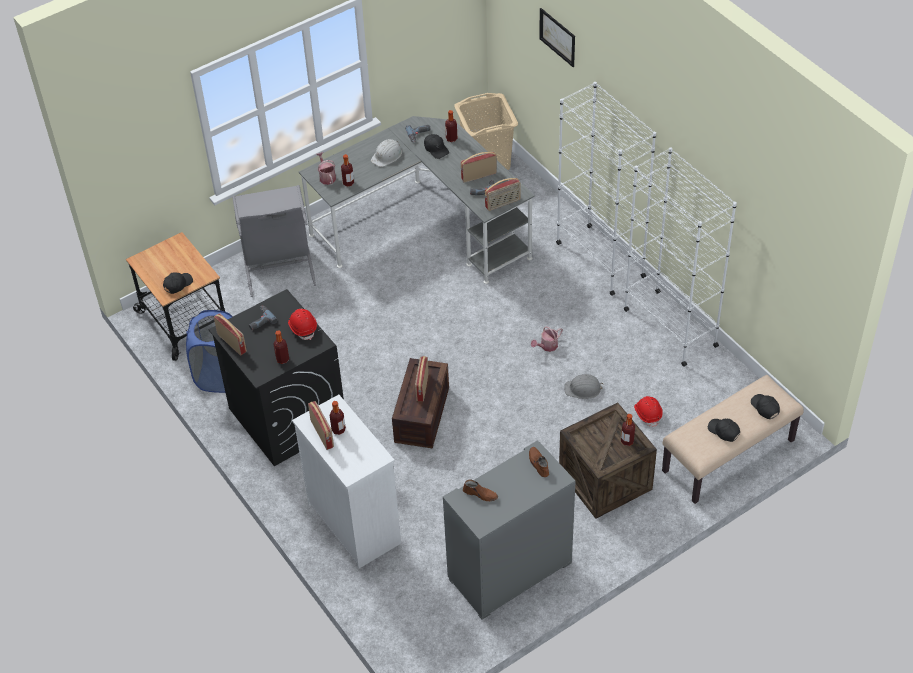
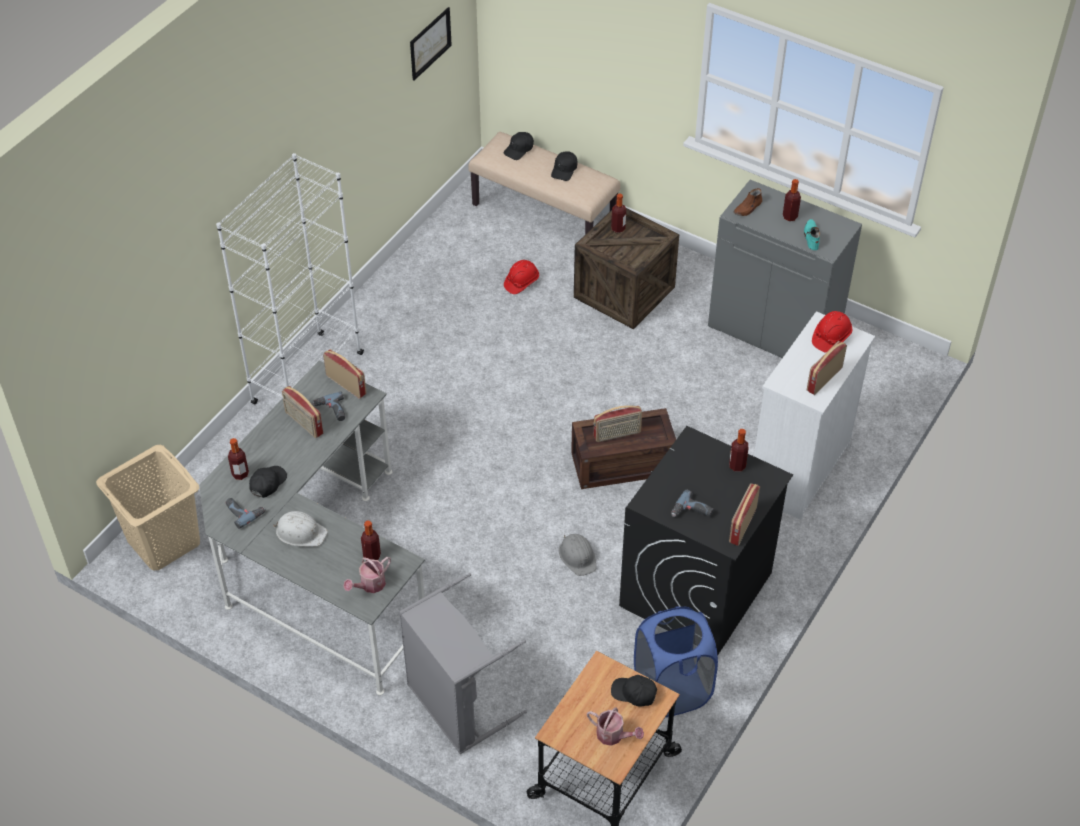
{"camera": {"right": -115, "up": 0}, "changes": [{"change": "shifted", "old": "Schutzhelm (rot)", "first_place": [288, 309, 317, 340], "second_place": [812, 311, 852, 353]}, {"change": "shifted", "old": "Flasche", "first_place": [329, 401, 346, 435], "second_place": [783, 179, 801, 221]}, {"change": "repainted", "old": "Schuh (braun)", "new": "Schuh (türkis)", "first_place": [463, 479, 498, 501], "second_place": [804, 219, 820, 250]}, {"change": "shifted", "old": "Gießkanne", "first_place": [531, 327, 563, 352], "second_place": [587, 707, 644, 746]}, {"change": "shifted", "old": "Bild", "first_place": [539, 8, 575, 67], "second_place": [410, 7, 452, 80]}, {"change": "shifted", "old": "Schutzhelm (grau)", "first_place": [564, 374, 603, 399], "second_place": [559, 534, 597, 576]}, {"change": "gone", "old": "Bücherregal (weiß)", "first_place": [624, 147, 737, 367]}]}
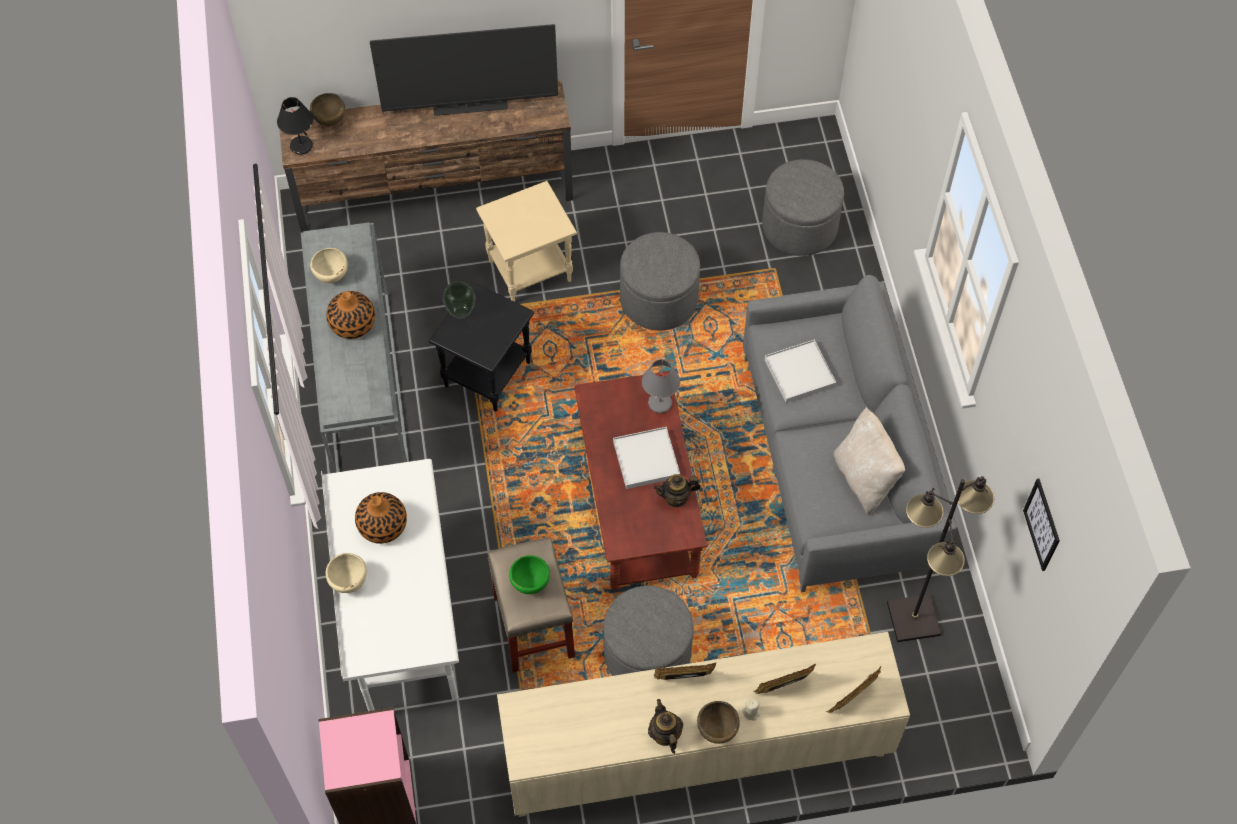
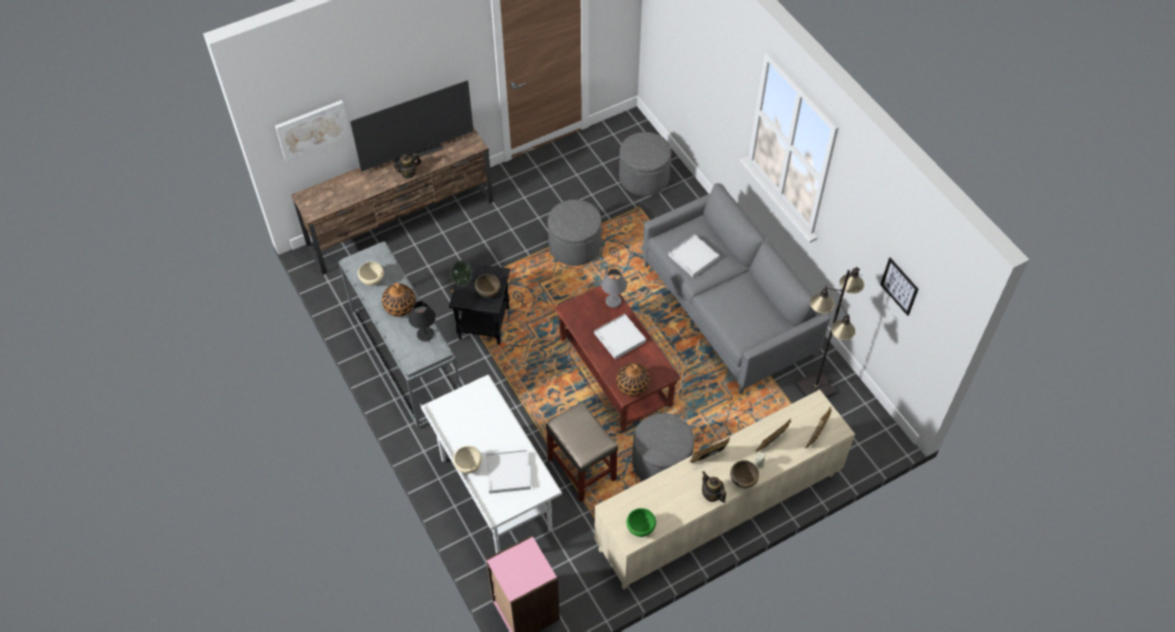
{"camera": {"right": -20, "up": -5}, "changes": [{"change": "shifted", "old": "Tischlampe (schwarz)", "first_place": [277, 97, 313, 155], "second_place": [408, 301, 436, 342]}, {"change": "shifted", "old": "Schüssel (braun)", "first_place": [310, 93, 345, 126], "second_place": [475, 274, 500, 298]}, {"change": "shifted", "old": "Vase", "first_place": [355, 492, 407, 544], "second_place": [616, 363, 650, 397]}, {"change": "gone", "old": "Beistelltisch (beige)", "first_place": [476, 181, 577, 302]}, {"change": "shifted", "old": "Schüssel (grün)", "first_place": [509, 555, 550, 594], "second_place": [627, 508, 656, 537]}, {"change": "shifted", "old": "Teekanne", "first_place": [654, 474, 701, 508], "second_place": [393, 153, 421, 179]}, {"change": "gone", "old": "Kissen (beige)", "first_place": [833, 407, 905, 515]}, {"change": "new", "new": "Bild", "second_place": [275, 100, 350, 161]}, {"change": "new", "new": "Tablett (weiß)", "second_place": [486, 450, 531, 494]}]}
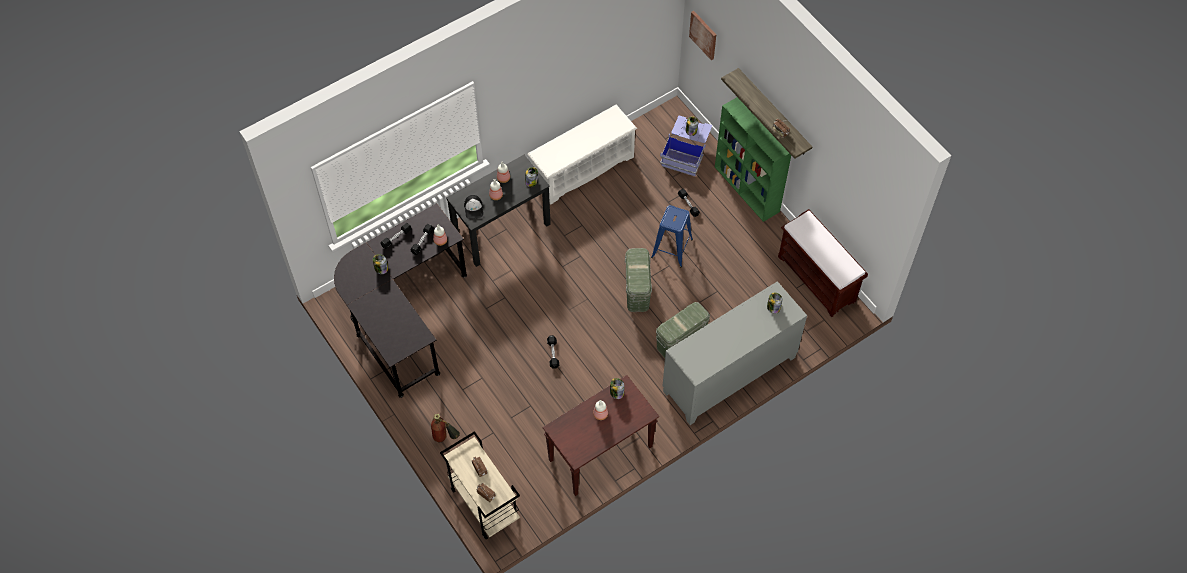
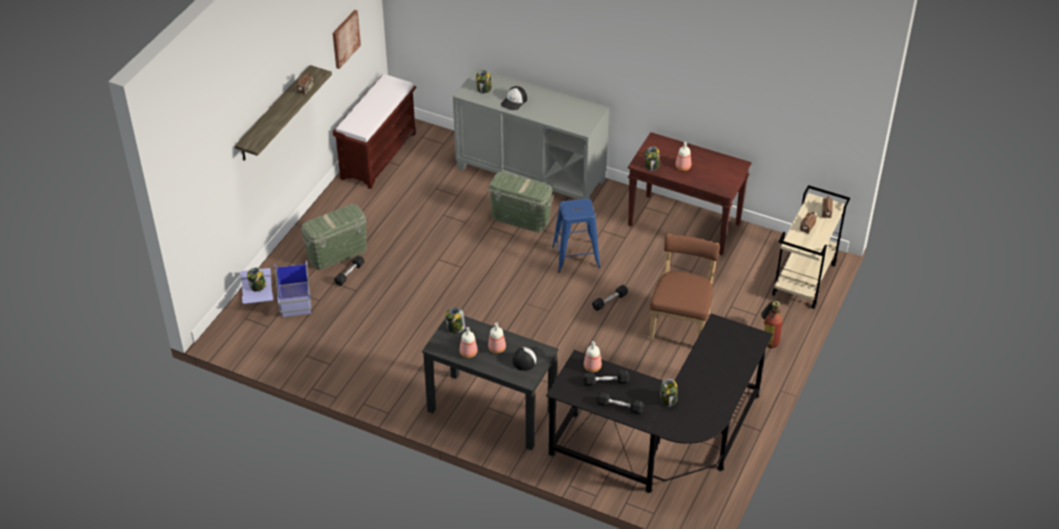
{"camera": {"right": -120, "up": -15}, "changes": [{"change": "gone", "old": "Schuhregal (weiß)", "first_place": [527, 105, 637, 205]}, {"change": "shifted", "old": "Aufbewahrungsbox (grün)", "first_place": [625, 248, 652, 312], "second_place": [301, 204, 367, 270]}, {"change": "shifted", "old": "Hocker (blau)", "first_place": [651, 205, 693, 267], "second_place": [552, 198, 600, 273]}, {"change": "shifted", "old": "Bild", "first_place": [689, 11, 716, 60], "second_place": [333, 10, 361, 69]}, {"change": "gone", "old": "Bücherregal (grün)", "first_place": [715, 97, 791, 222]}, {"change": "new", "new": "Kappe", "second_place": [501, 86, 527, 110]}, {"change": "new", "new": "Stuhl (braun)", "second_place": [650, 234, 720, 341]}]}
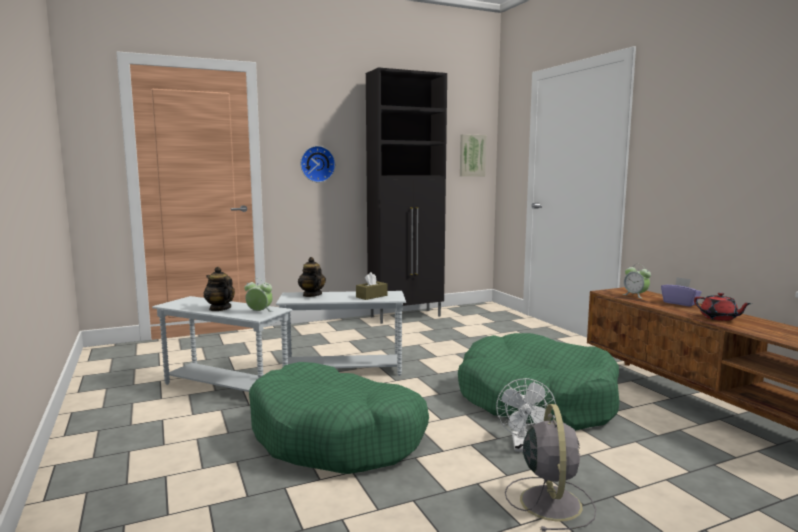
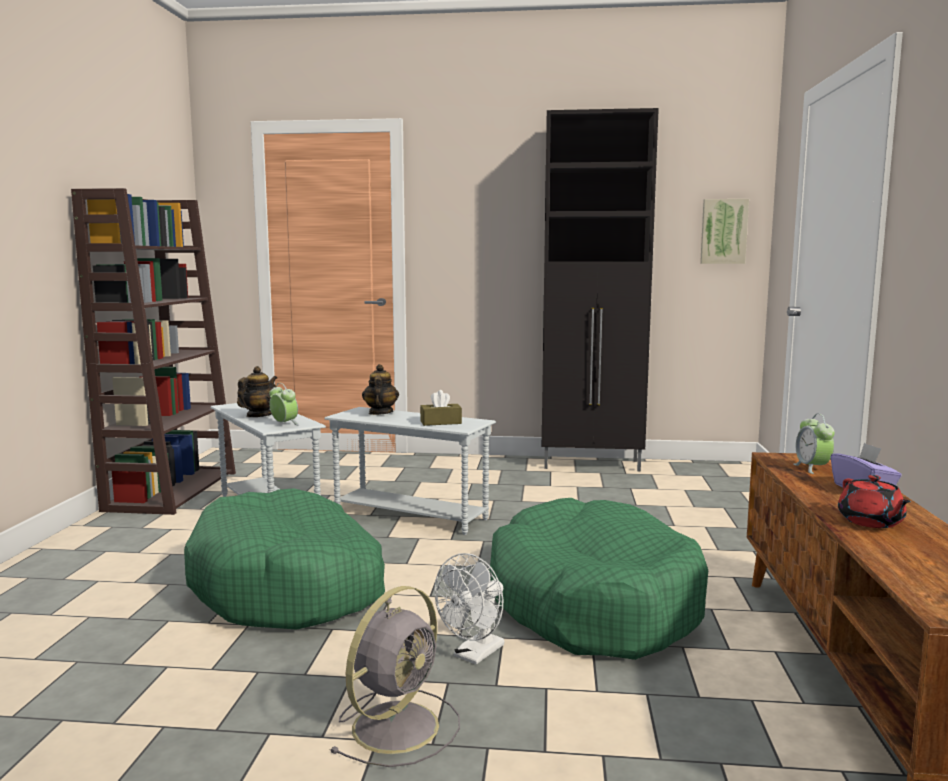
{"camera": {"right": 30, "up": 0}, "changes": [{"change": "rotated", "old": "Teekanne", "first_place": [204, 267, 235, 311], "second_place": [237, 366, 277, 417], "degrees": 45}, {"change": "gone", "old": "Wanduhr", "first_place": [300, 146, 335, 182]}, {"change": "new", "new": "Bücherregal (braun)", "second_place": [71, 188, 236, 515]}]}
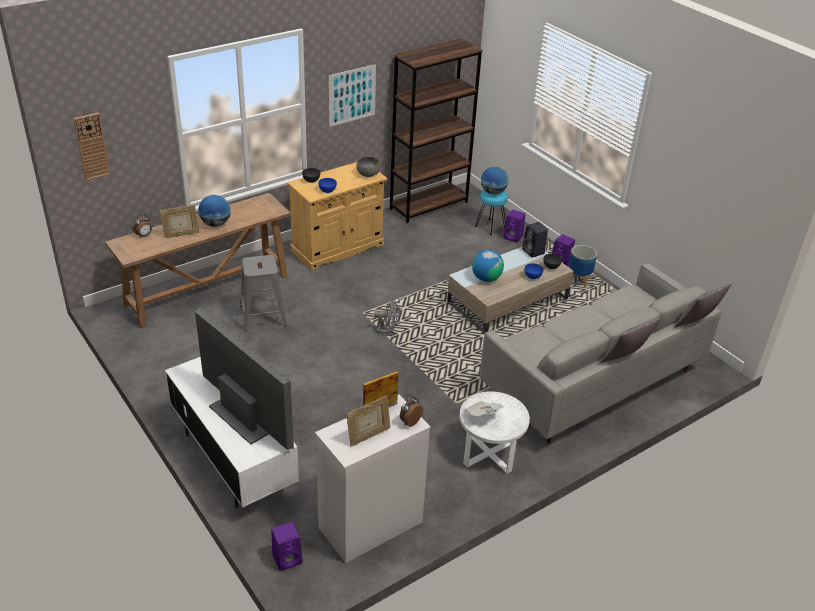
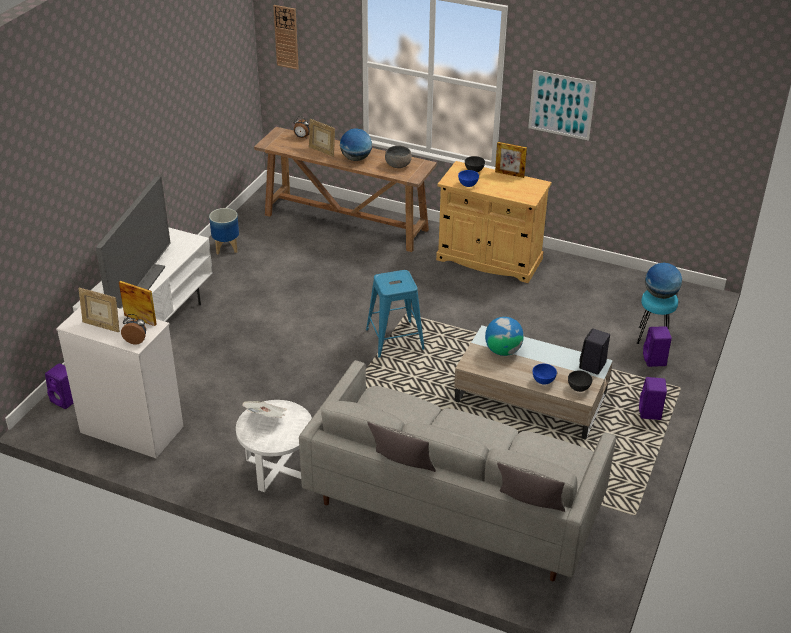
{"camera": {"right": 60, "up": 0}, "changes": [{"change": "gone", "old": "Hocker (grau)", "first_place": [240, 255, 287, 332]}, {"change": "shifted", "old": "Schüssel (grau)", "first_place": [356, 156, 380, 177], "second_place": [385, 145, 412, 168]}, {"change": "swapped", "old": "Ventilator (grau)", "new": "Hocker (blau)", "first_place": [374, 301, 400, 335], "second_place": [366, 270, 425, 358]}, {"change": "gone", "old": "Bücherregal (braun)", "first_place": [390, 38, 483, 223]}, {"change": "shifted", "old": "Pflanzkübel", "first_place": [568, 245, 597, 287], "second_place": [209, 208, 239, 254]}, {"change": "new", "new": "Bilderrahmen", "second_place": [495, 142, 527, 178]}]}
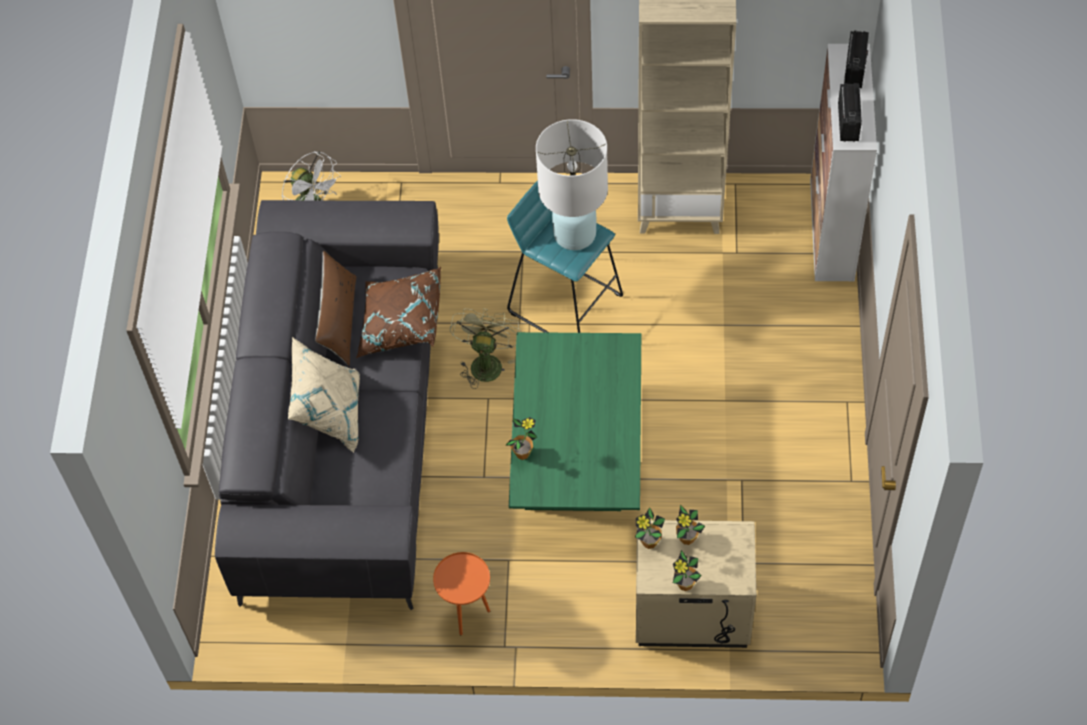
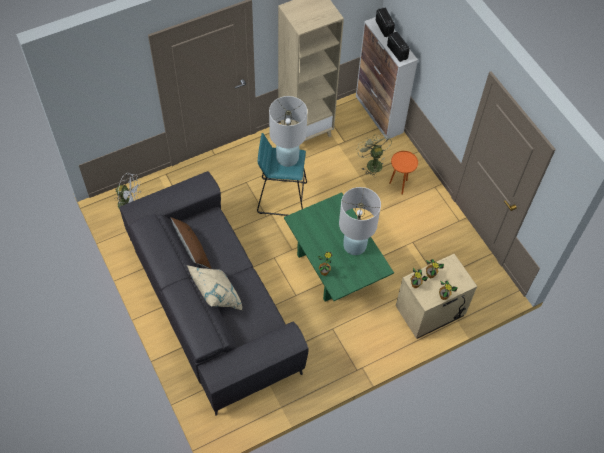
{"camera": {"right": -35, "up": 0}, "changes": [{"change": "gone", "old": "Kissen (braun)", "first_place": [356, 266, 441, 358]}, {"change": "shifted", "old": "Beistelltisch (orange)", "first_place": [433, 552, 490, 635], "second_place": [389, 151, 418, 195]}, {"change": "shifted", "old": "Ventilator (grün)", "first_place": [450, 308, 521, 389], "second_place": [357, 133, 392, 177]}, {"change": "new", "new": "Tischlampe (weiß)", "second_place": [339, 187, 381, 255]}]}
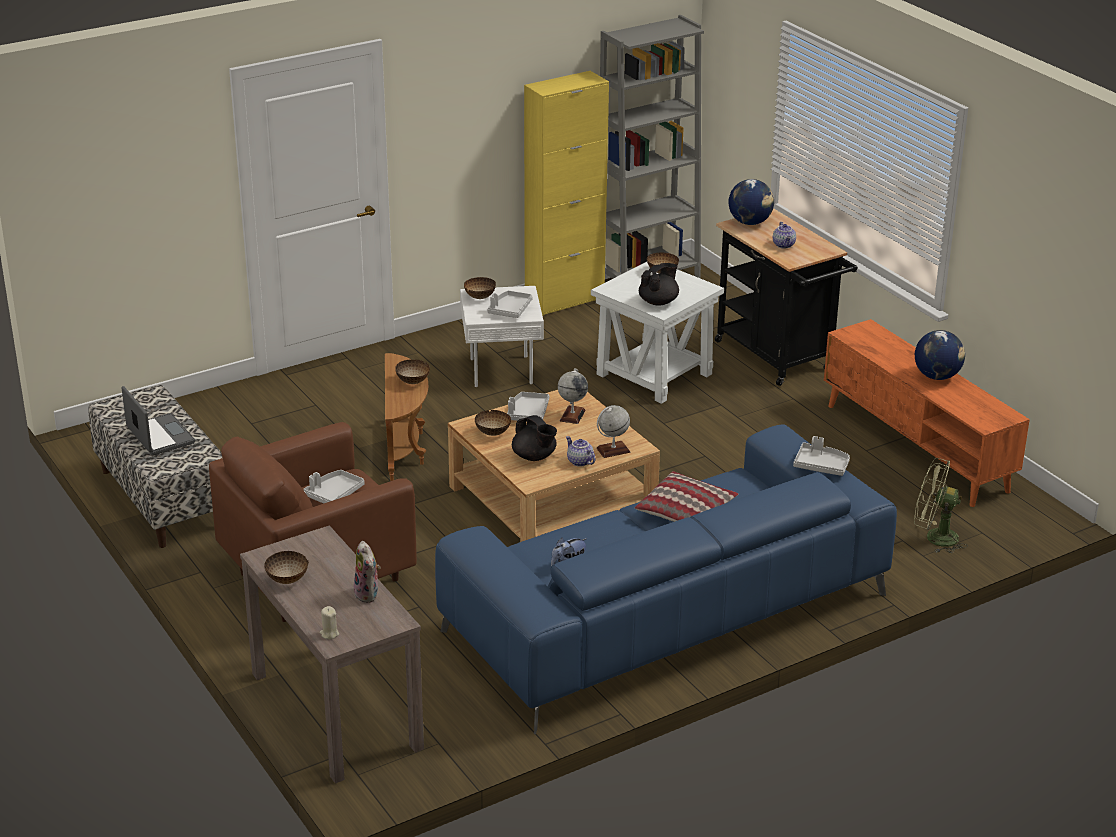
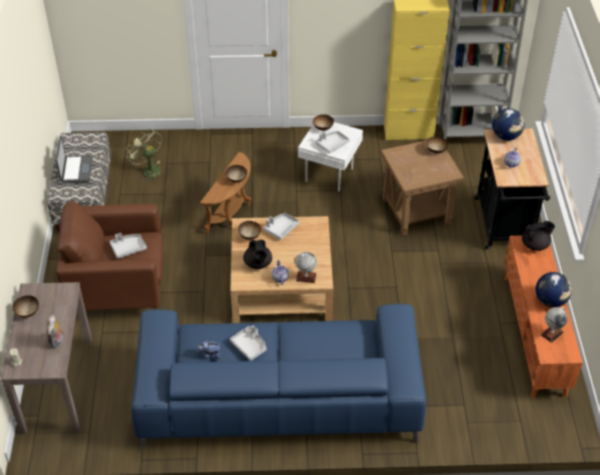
{"camera": {"right": 30, "up": 15}, "changes": [{"change": "shifted", "old": "Globus", "first_place": [558, 368, 588, 424], "second_place": [541, 307, 568, 343]}, {"change": "repainted", "old": "Beistelltisch (weiß)", "new": "Beistelltisch (braun)", "first_place": [591, 262, 724, 404], "second_place": [381, 140, 464, 236]}, {"change": "gone", "old": "Kissen", "first_place": [635, 471, 738, 522]}, {"change": "shifted", "old": "Teekanne (schwarz)", "first_place": [639, 263, 679, 306], "second_place": [522, 221, 555, 251]}, {"change": "shifted", "old": "Tablett (grau)", "first_place": [793, 436, 850, 476], "second_place": [230, 326, 266, 361]}, {"change": "shifted", "old": "Ventilator (grün)", "first_place": [914, 458, 968, 553], "second_place": [126, 128, 162, 181]}]}
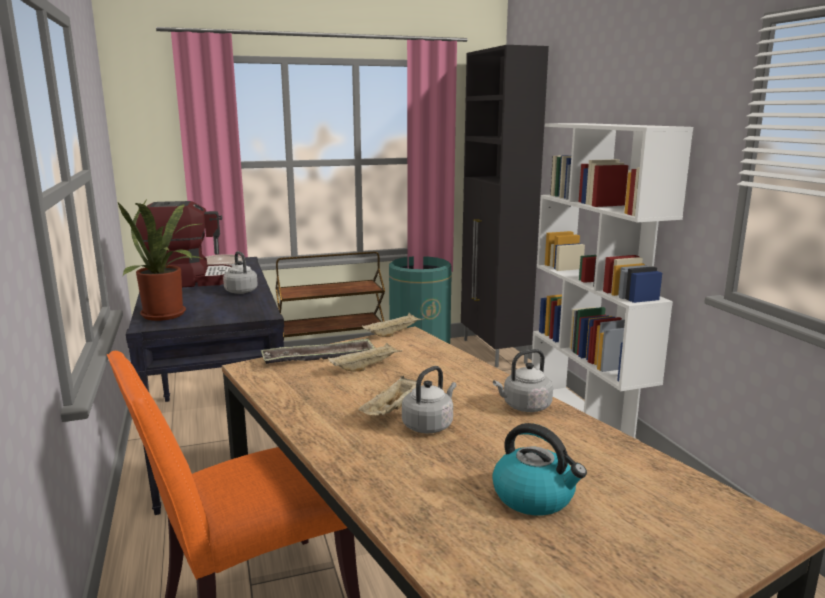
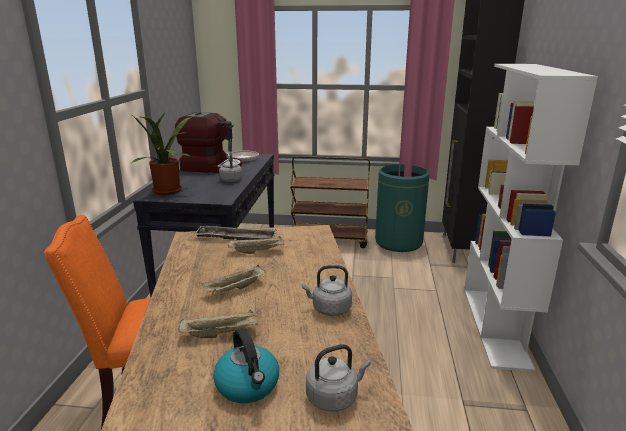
{"camera": {"right": 25, "up": 5}, "changes": [{"change": "shifted", "old": "Tablett (beige)", "first_place": [362, 313, 424, 337], "second_place": [178, 310, 258, 338]}, {"change": "shifted", "old": "Wasserkessel (grau)", "first_place": [402, 366, 457, 433], "second_place": [306, 344, 371, 411]}]}
